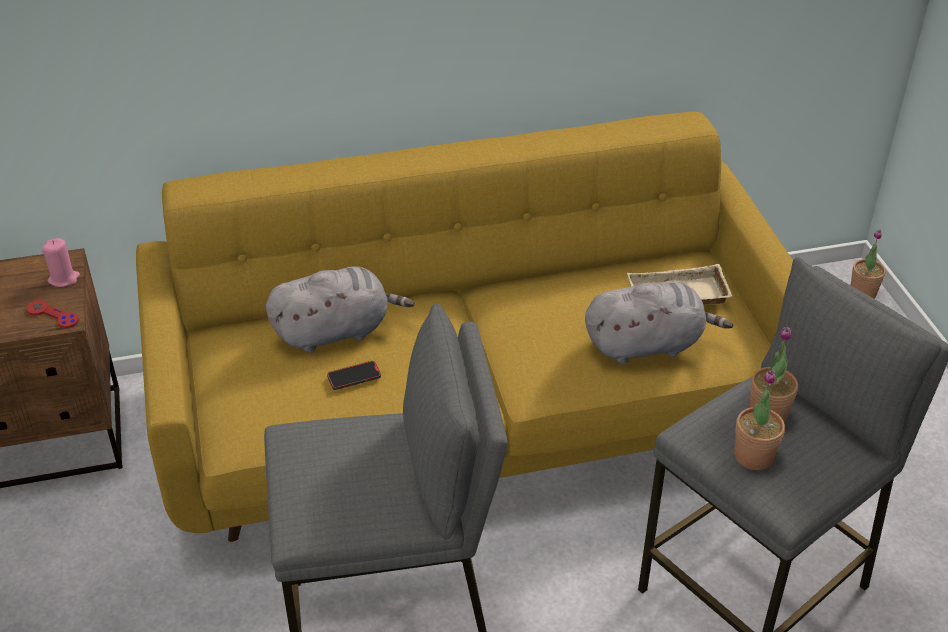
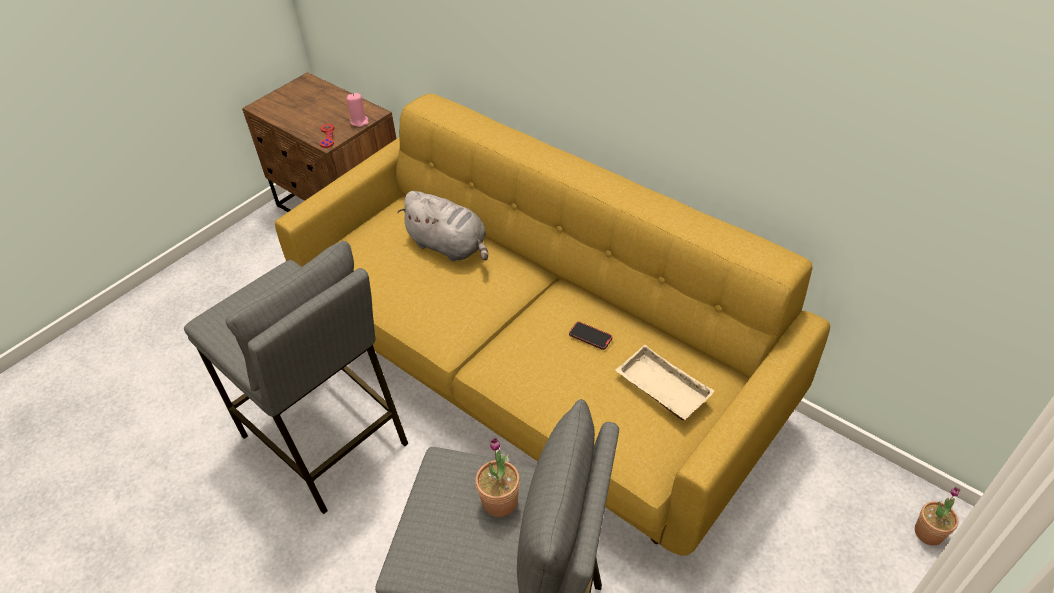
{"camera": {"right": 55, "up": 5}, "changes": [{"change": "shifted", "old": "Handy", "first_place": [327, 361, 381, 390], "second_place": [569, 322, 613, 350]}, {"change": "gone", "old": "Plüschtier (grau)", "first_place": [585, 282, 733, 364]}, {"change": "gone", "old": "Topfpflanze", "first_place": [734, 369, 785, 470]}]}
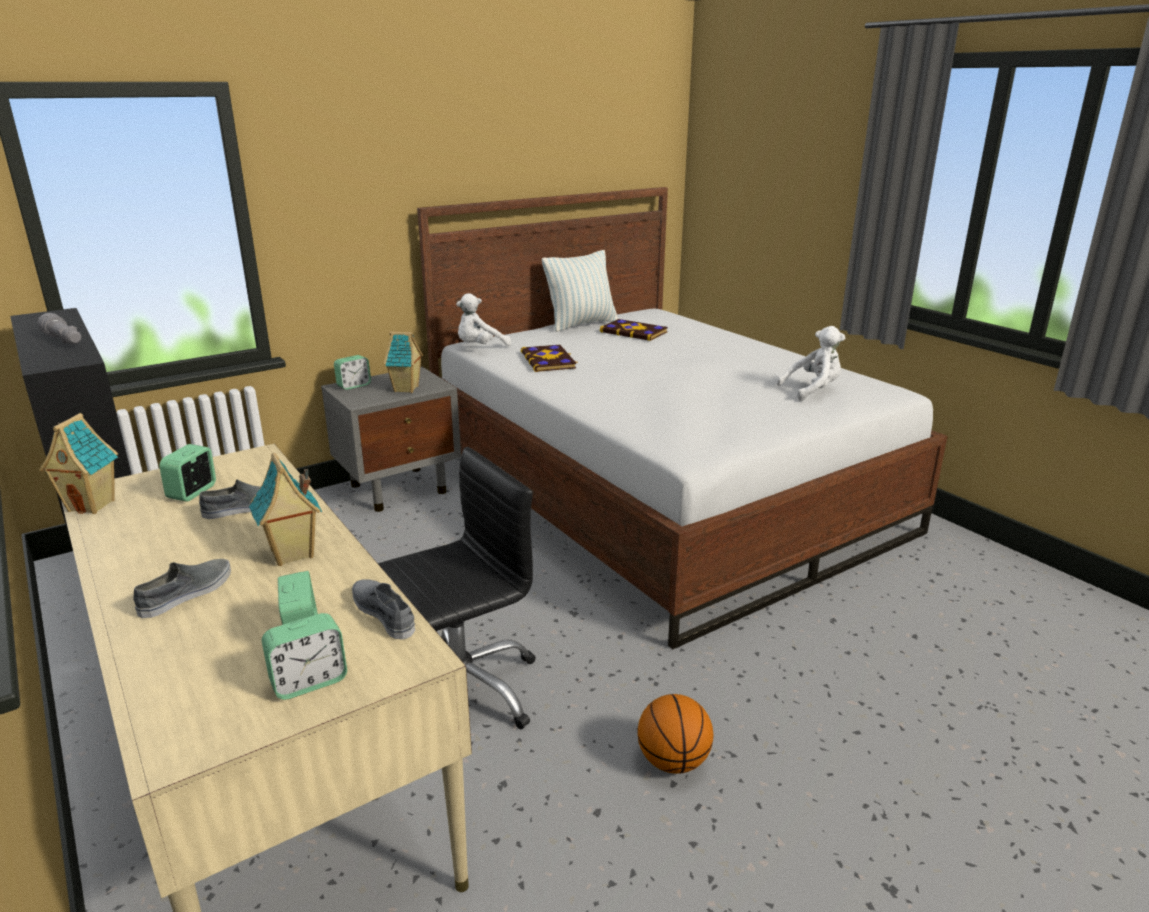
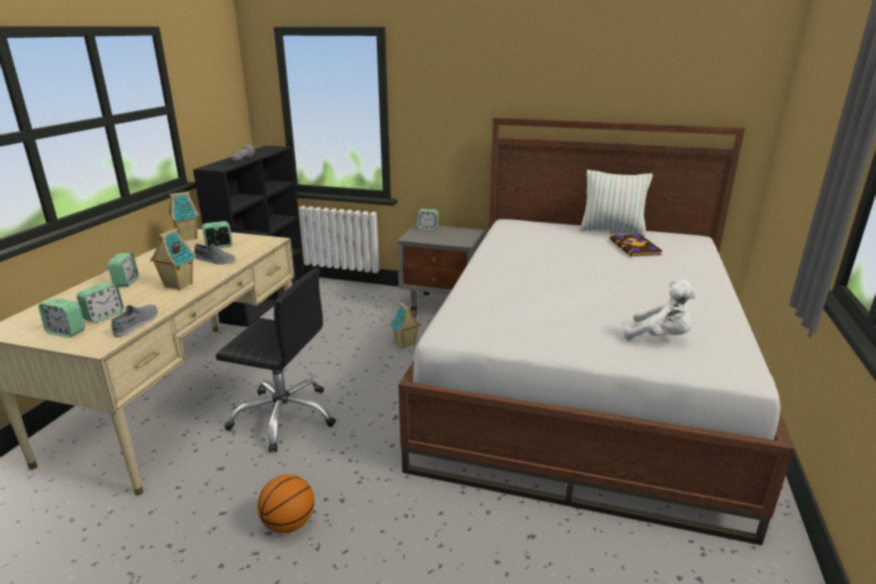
{"camera": {"right": 50, "up": 0}, "changes": [{"change": "swapped", "old": "Schuh (grau)", "new": "Wecker", "first_place": [133, 559, 231, 618], "second_place": [108, 253, 139, 287]}, {"change": "shifted", "old": "Spielzeughaus", "first_place": [384, 331, 423, 393], "second_place": [390, 302, 421, 349]}, {"change": "gone", "old": "Plüschtier (weiß)", "first_place": [456, 293, 511, 346]}, {"change": "gone", "old": "Buch", "first_place": [521, 345, 578, 372]}]}
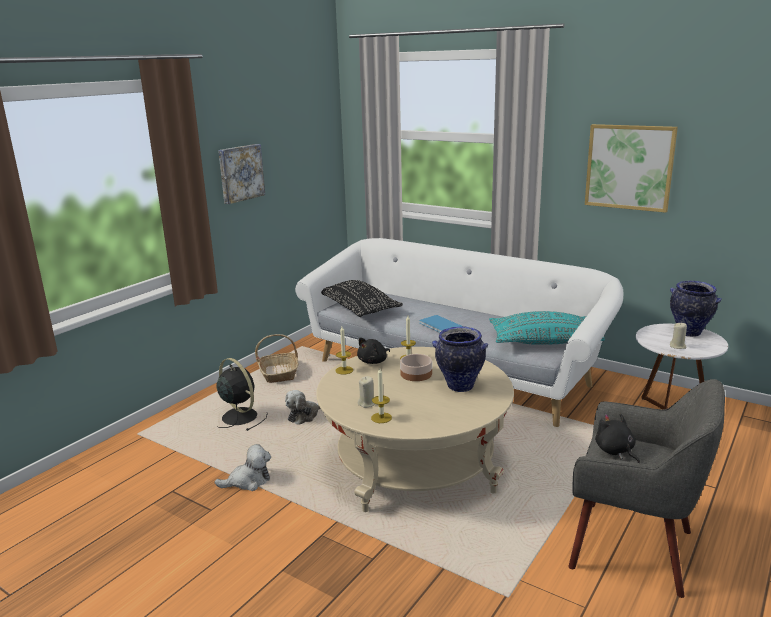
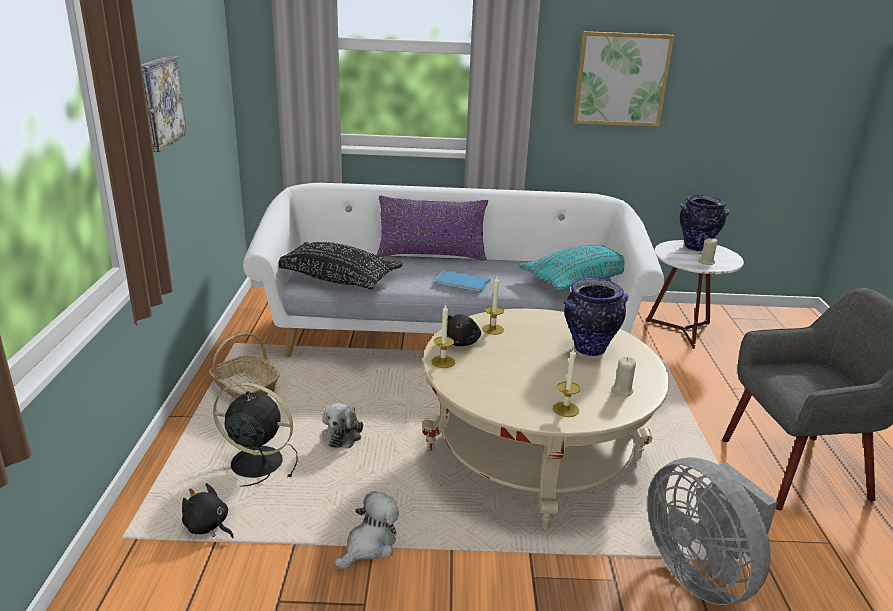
{"camera": {"right": -35, "up": 5}, "changes": [{"change": "shifted", "old": "Kerze (beige)", "first_place": [358, 376, 375, 408], "second_place": [611, 357, 636, 396]}, {"change": "gone", "old": "Schüssel", "first_place": [400, 354, 432, 381]}, {"change": "shifted", "old": "Plüschtier (schwarz)", "first_place": [595, 413, 640, 463], "second_place": [182, 483, 234, 538]}, {"change": "new", "new": "Kissen (lila)", "second_place": [377, 196, 488, 261]}, {"change": "new", "new": "Ventilator (grau)", "second_place": [647, 458, 778, 605]}]}
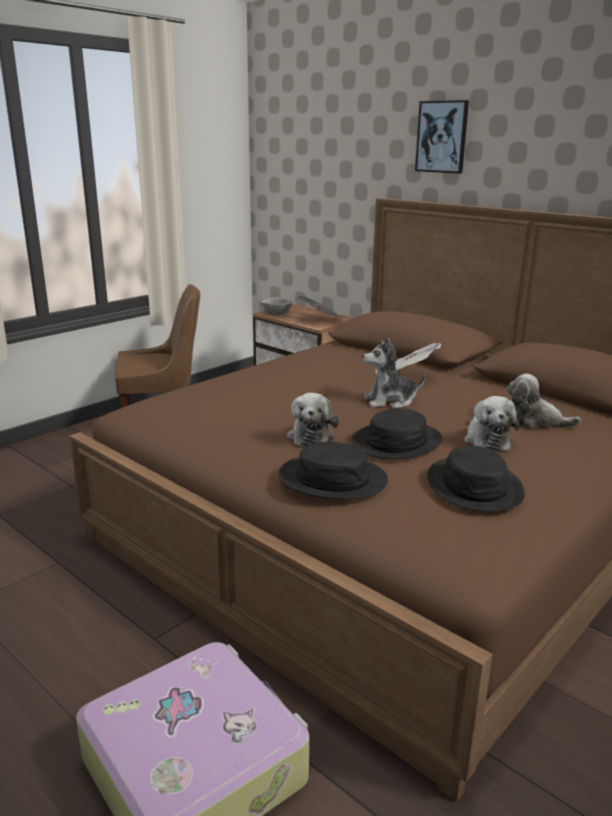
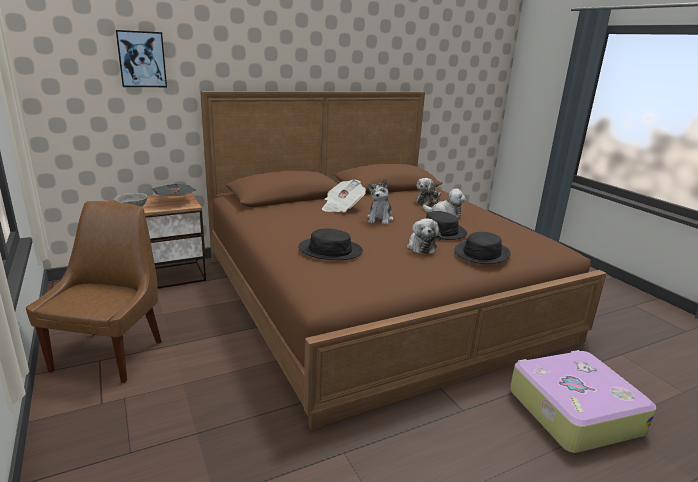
{"camera": {"right": -70, "up": 0}, "changes": [{"change": "rotated", "old": "Plüschtier", "first_place": [287, 393, 339, 447], "second_place": [407, 218, 441, 254], "degrees": 60}, {"change": "shifted", "old": "Bild", "first_place": [415, 100, 469, 174], "second_place": [116, 30, 167, 87]}, {"change": "shifted", "old": "Hut (schwarz)", "first_place": [427, 446, 525, 512], "second_place": [298, 229, 363, 260]}]}
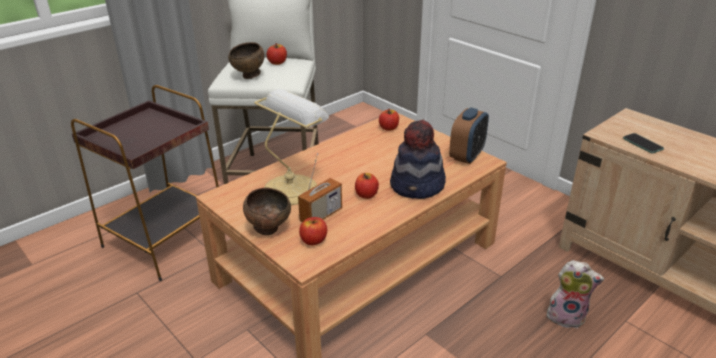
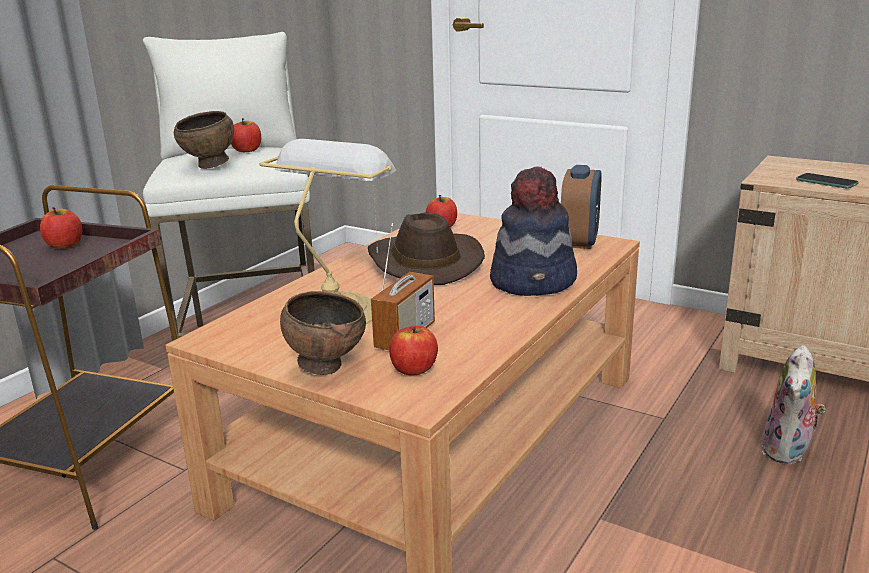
{"camera": {"right": -15, "up": -10}, "changes": [{"change": "shifted", "old": "Apfel", "first_place": [355, 173, 379, 199], "second_place": [40, 207, 82, 249]}, {"change": "rotated", "old": "Plüschtier", "first_place": [545, 260, 604, 328], "second_place": [762, 345, 826, 465], "degrees": 120}, {"change": "new", "new": "Hut (braun)", "second_place": [368, 213, 485, 285]}]}
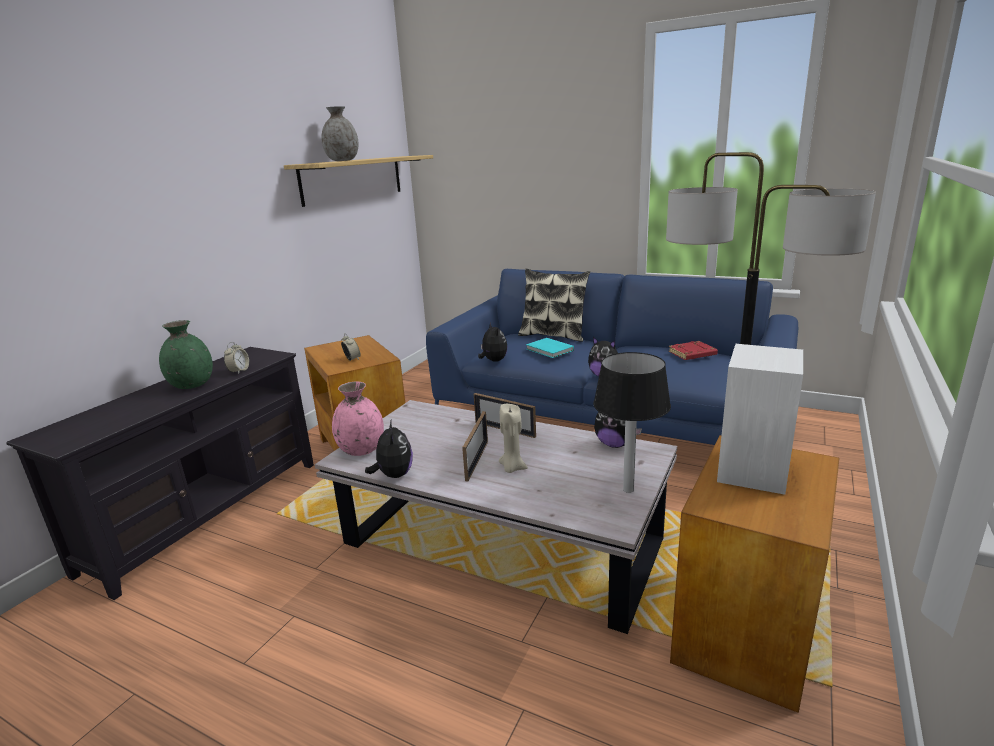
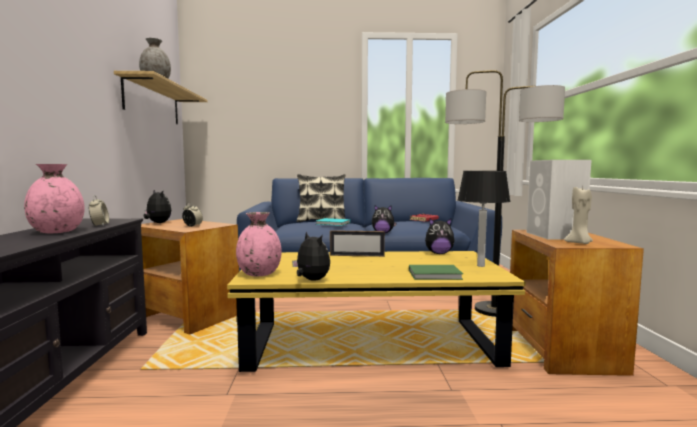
{"camera": {"right": -30, "up": -15}, "changes": [{"change": "repainted", "old": "Vase (grün)", "new": "Vase (rosa)", "first_place": [159, 320, 213, 389], "second_place": [24, 164, 85, 233]}, {"change": "repainted", "old": "Couchtisch (weiß)", "new": "Couchtisch (gelb)", "first_place": [315, 400, 677, 634], "second_place": [227, 251, 526, 372]}, {"change": "gone", "old": "Bilderrahmen", "first_place": [462, 411, 488, 481]}, {"change": "shifted", "old": "Plüschtier", "first_place": [478, 322, 507, 362], "second_place": [144, 190, 171, 223]}, {"change": "shifted", "old": "Kerze (beige)", "first_place": [499, 404, 528, 473], "second_place": [564, 187, 593, 244]}, {"change": "new", "new": "Buch (grün)", "second_place": [409, 265, 463, 280]}]}
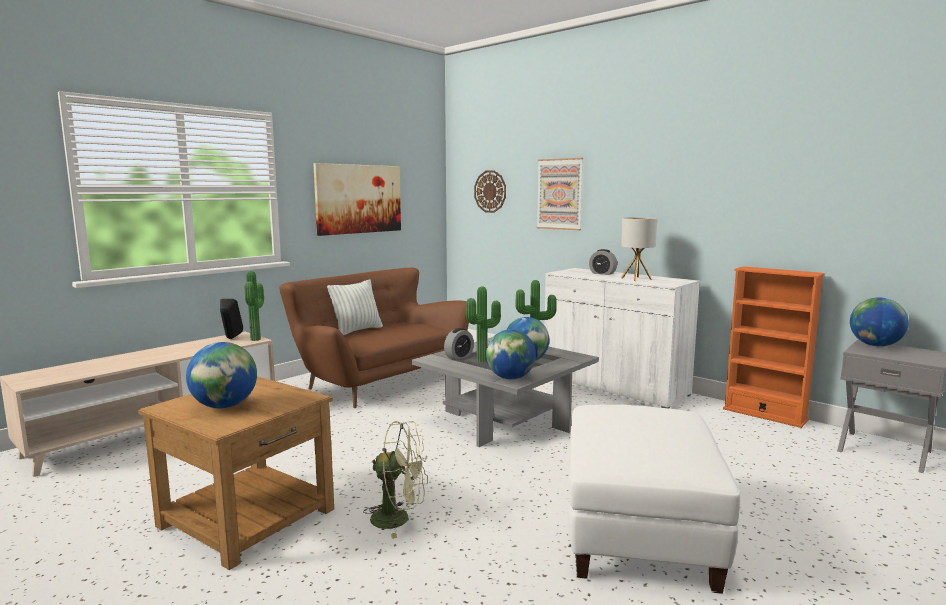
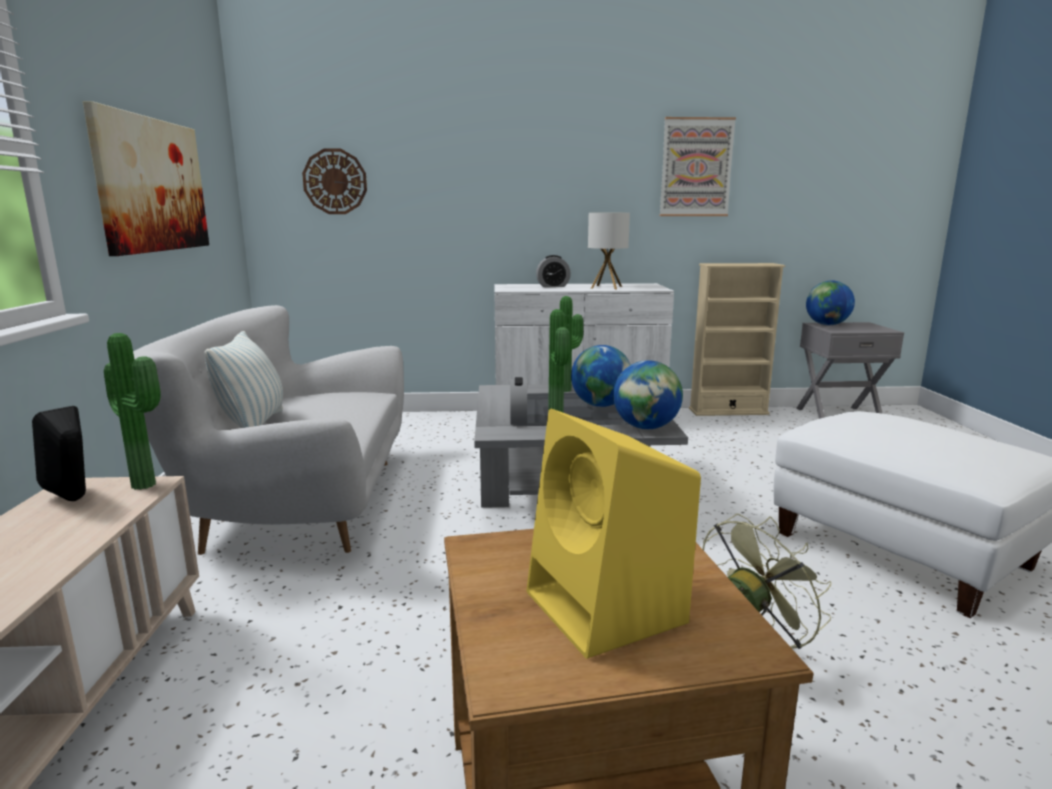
{"camera": {"right": -45, "up": 5}, "changes": [{"change": "swapped", "old": "Globus", "new": "Lautsprecher (gelb)", "first_place": [186, 342, 257, 408], "second_place": [527, 408, 701, 659]}, {"change": "repainted", "old": "Sofa (braun)", "new": "Sofa (weiß)", "first_place": [279, 268, 469, 408], "second_place": [133, 305, 404, 555]}, {"change": "shifted", "old": "Bild", "first_place": [537, 158, 583, 230], "second_place": [660, 117, 736, 216]}, {"change": "repainted", "old": "Bücherregal (orange)", "new": "Bücherregal (beige)", "first_place": [723, 266, 825, 428], "second_place": [689, 263, 785, 416]}]}
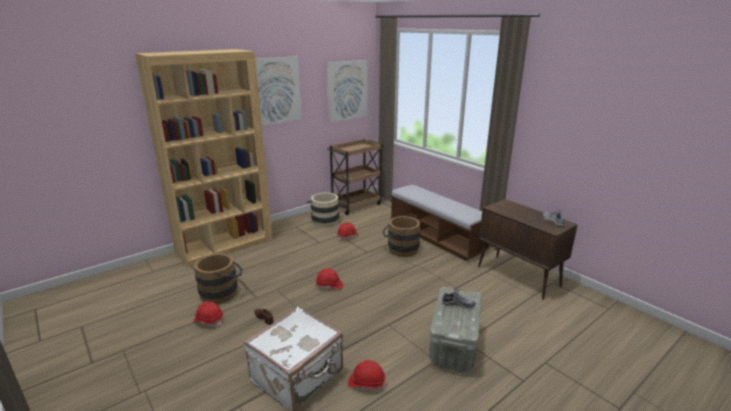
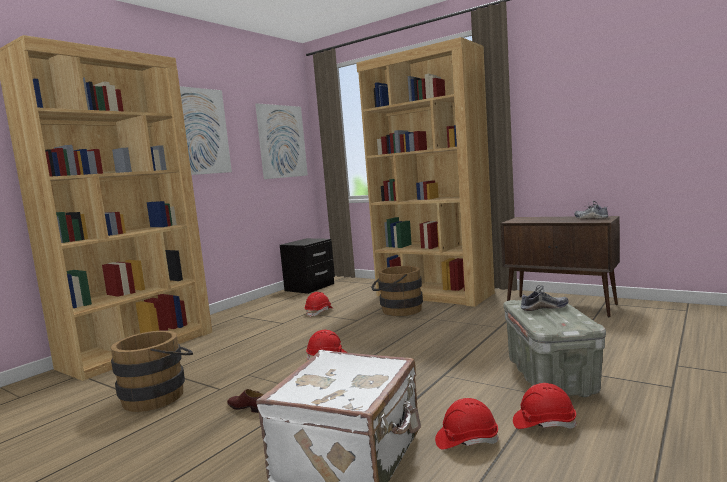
{"camera": {"right": -15, "up": -15}, "changes": [{"change": "shifted", "old": "Schutzhelm (rot)", "first_place": [193, 301, 223, 327], "second_place": [513, 383, 577, 429]}, {"change": "gone", "old": "Eimer (beige)", "first_place": [307, 193, 339, 228]}, {"change": "swapped", "old": "Rollwagen (braun)", "new": "Nachttisch (schwarz)", "first_place": [327, 139, 384, 215], "second_place": [280, 238, 335, 294]}, {"change": "swapped", "old": "Bank", "new": "Bücherregal (braun)", "first_place": [391, 185, 490, 261], "second_place": [356, 37, 495, 307]}]}
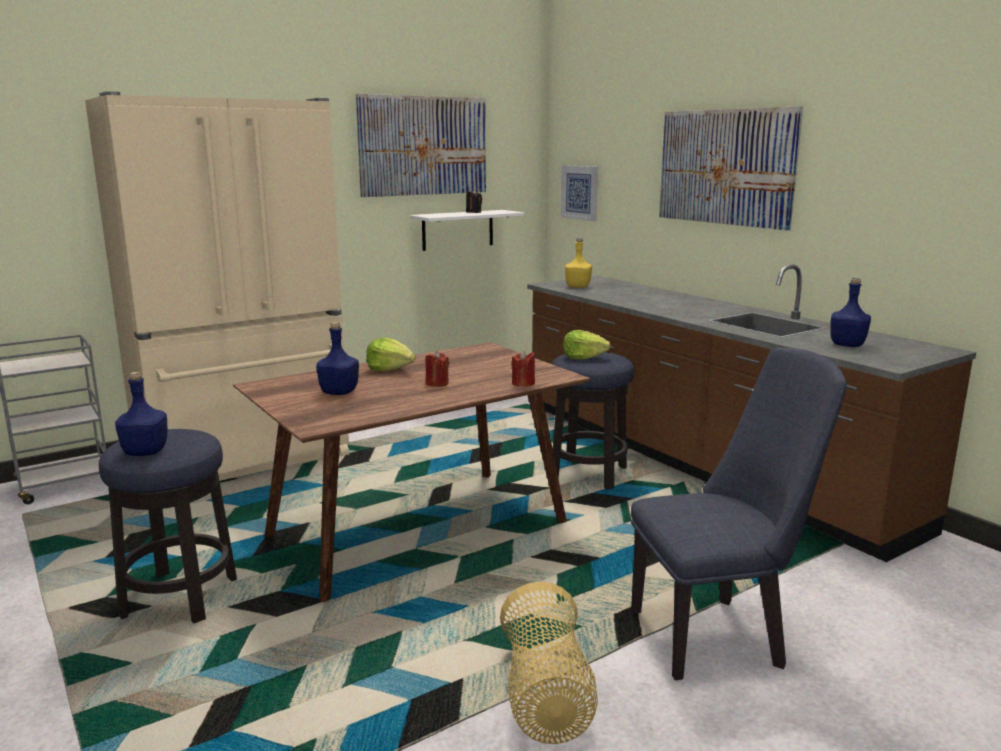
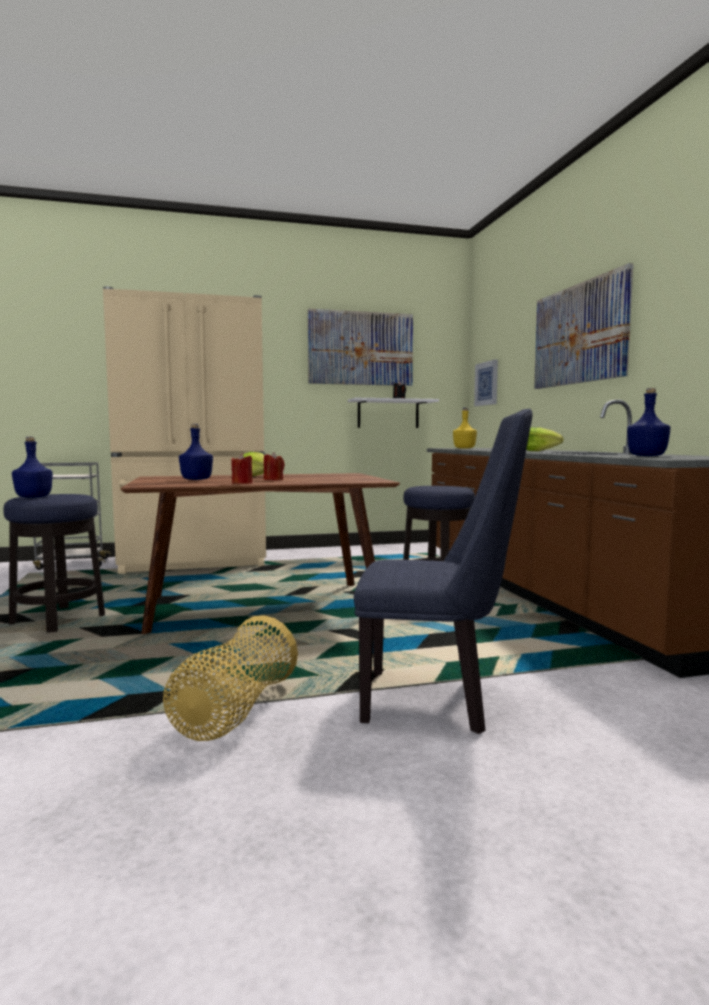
{"camera": {"right": 20, "up": -10}, "changes": [{"change": "shifted", "old": "Kerze (rot)", "first_place": [511, 350, 535, 387], "second_place": [231, 453, 253, 484]}, {"change": "shifted", "old": "Salatkopf", "first_place": [563, 330, 611, 360], "second_place": [526, 427, 563, 451]}]}
